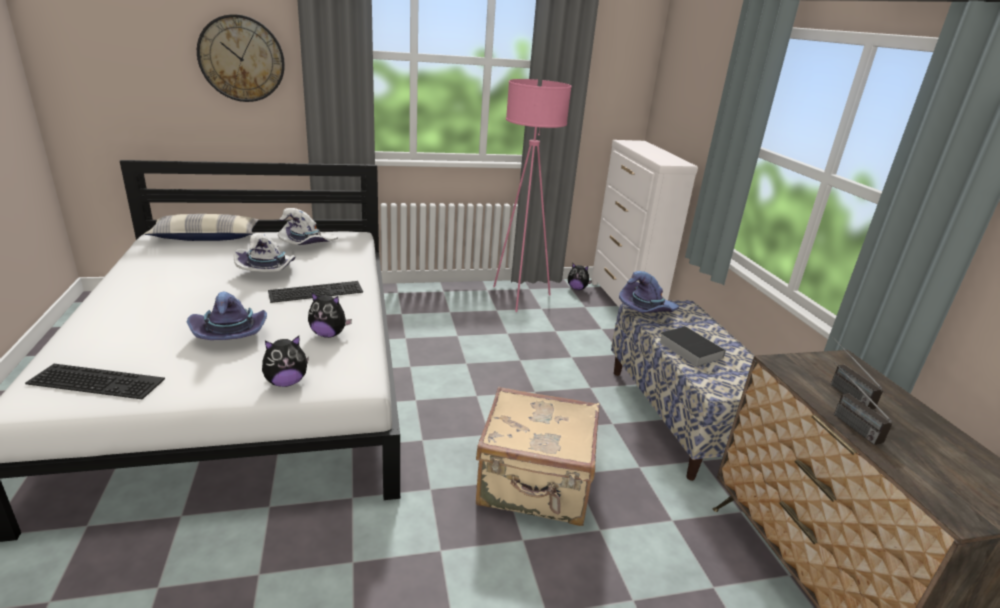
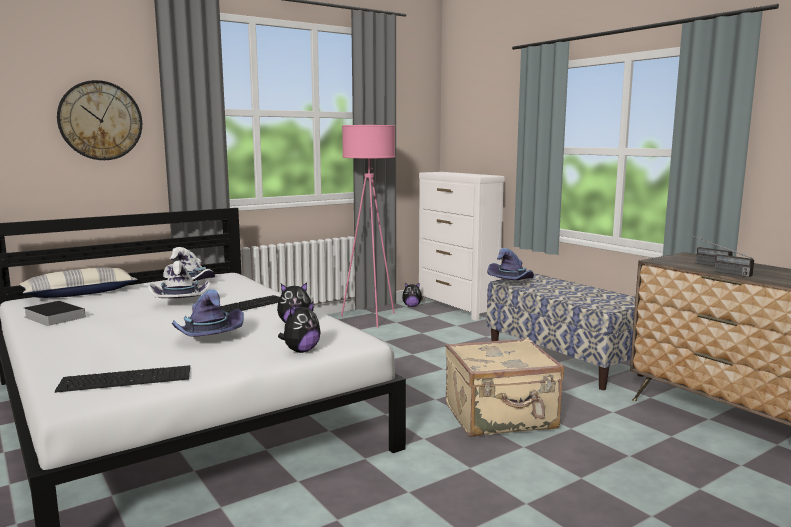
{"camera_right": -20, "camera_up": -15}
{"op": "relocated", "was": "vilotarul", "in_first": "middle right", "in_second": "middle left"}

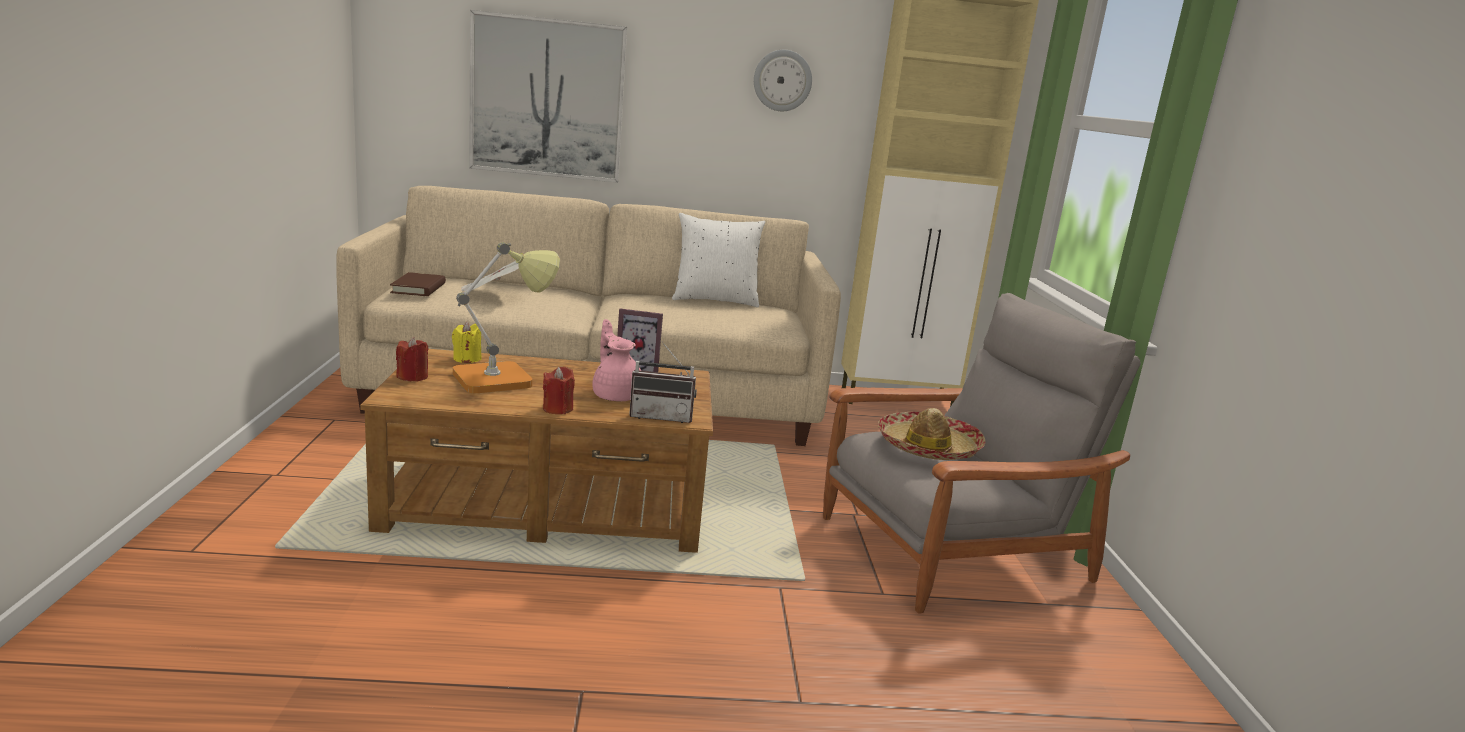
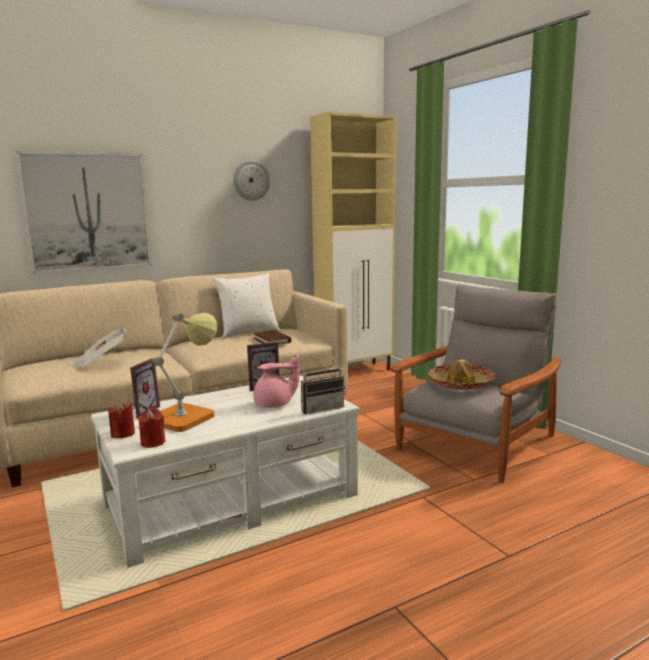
{"camera_right": -25, "camera_up": -5}
{"op": "relocated", "was": "vilotarul (brown)", "in_first": "middle left", "in_second": "centre"}
{"op": "relocated", "was": "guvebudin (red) (no. 2 from left)", "in_first": "centre", "in_second": "middle left"}
{"op": "exchanged", "was": "guvebudin (yellow)", "now": "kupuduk (no. 1 from left)", "in_first": "middle left", "in_second": "middle left"}
{"op": "colour", "was": "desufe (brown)", "now": "desufe (white)", "in_first": "centre", "in_second": "bottom centre"}
{"op": "spun", "was": "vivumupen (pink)", "in_first": "centre", "in_second": "centre", "clockwise": 135}

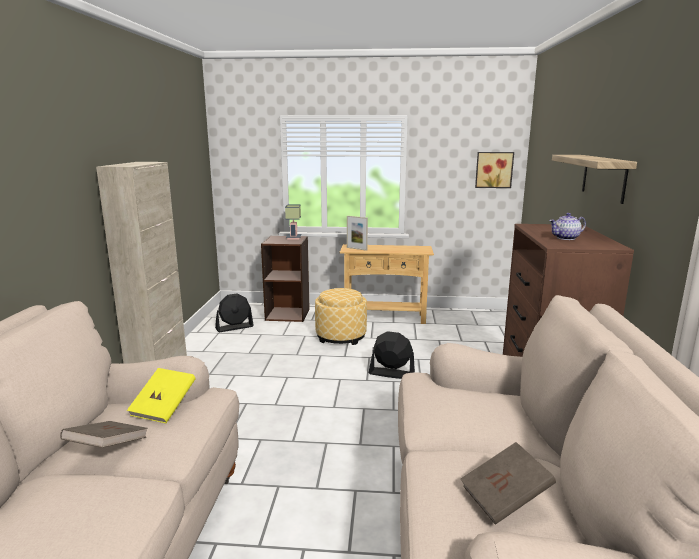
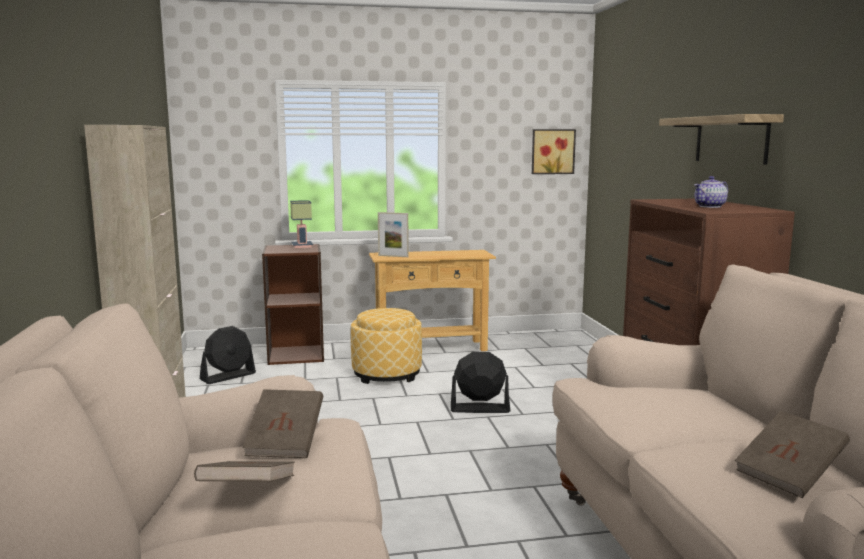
{"camera_right": -15, "camera_up": -5}
{"op": "colour", "was": "vilotarul (yellow)", "now": "vilotarul (brown) (no. 2 from left)", "in_first": "bottom left", "in_second": "bottom left"}

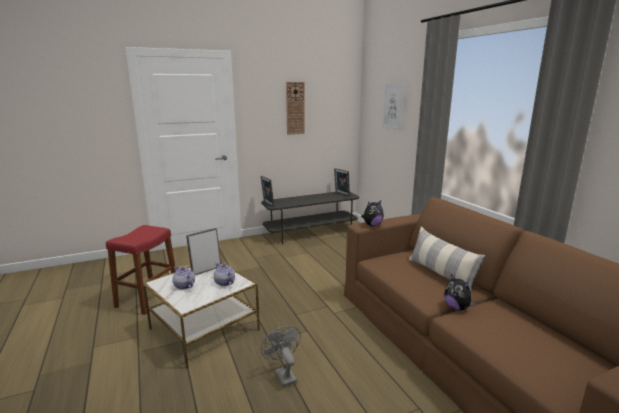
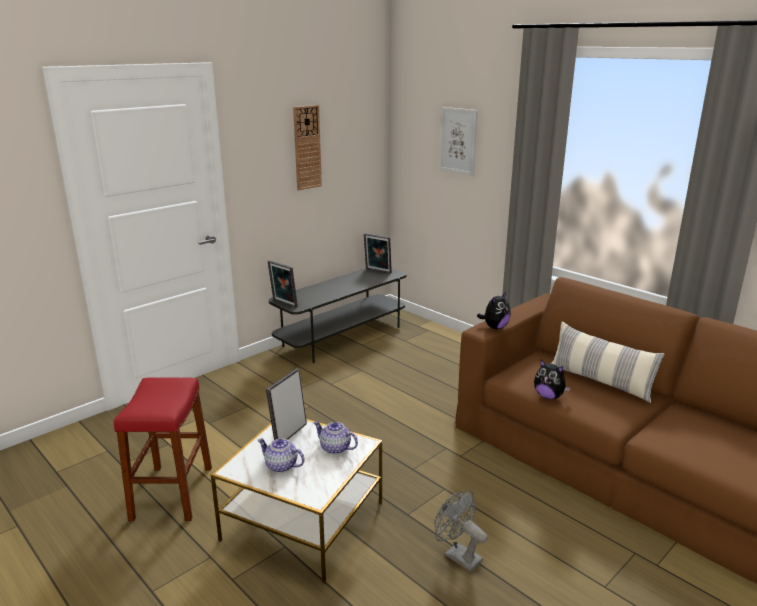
{"camera_right": -20, "camera_up": 5}
{"op": "relocated", "was": "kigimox (no. 2 from left)", "in_first": "bottom right", "in_second": "middle right"}

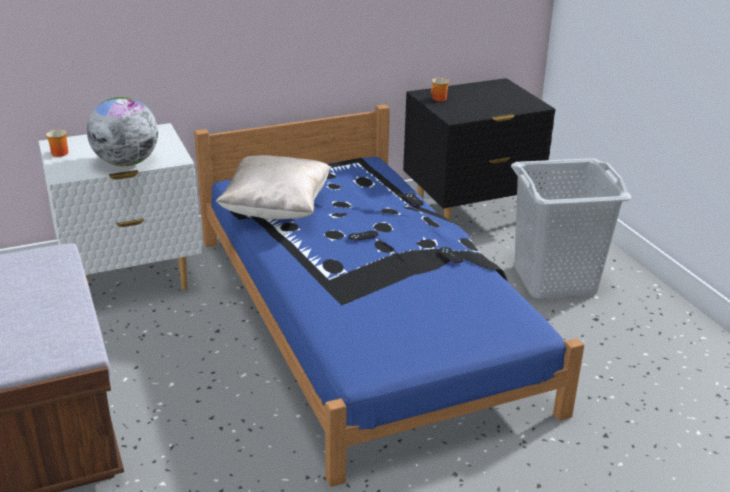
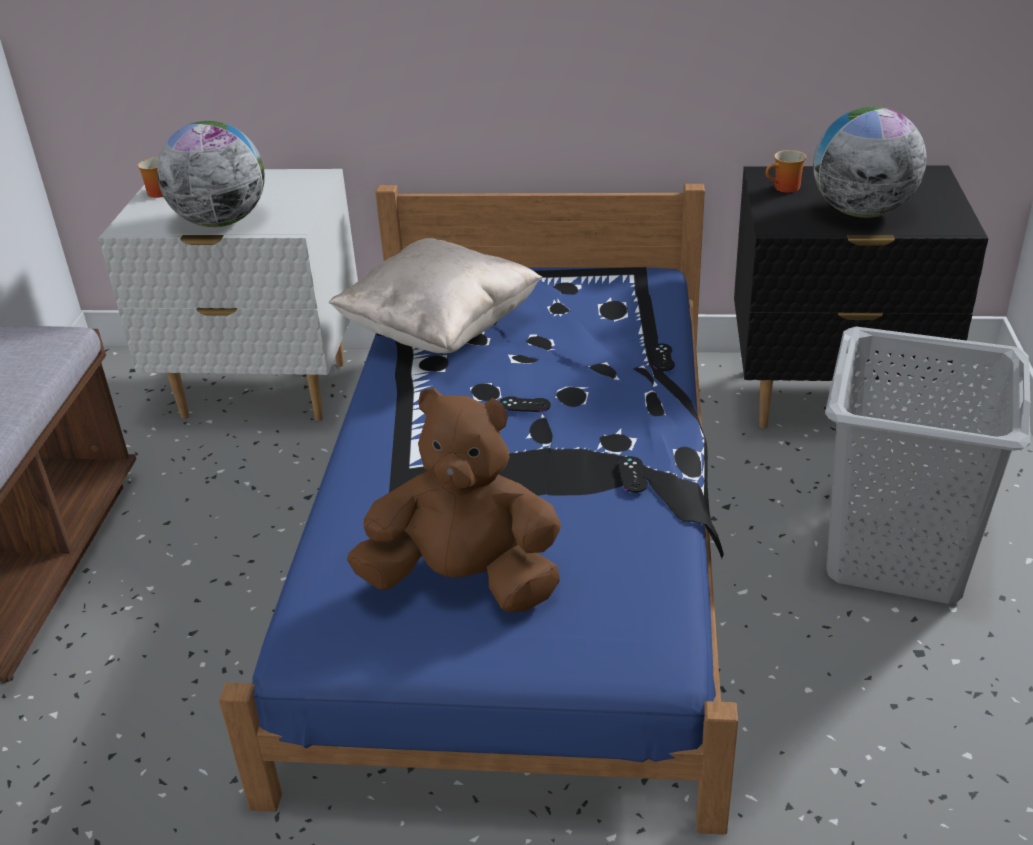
{"camera_right": 30, "camera_up": 5}
{"op": "appeared", "now": "kigimox (brown)", "in_second": "centre"}
{"op": "appeared", "now": "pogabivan (no. 2 from left)", "in_second": "top right"}

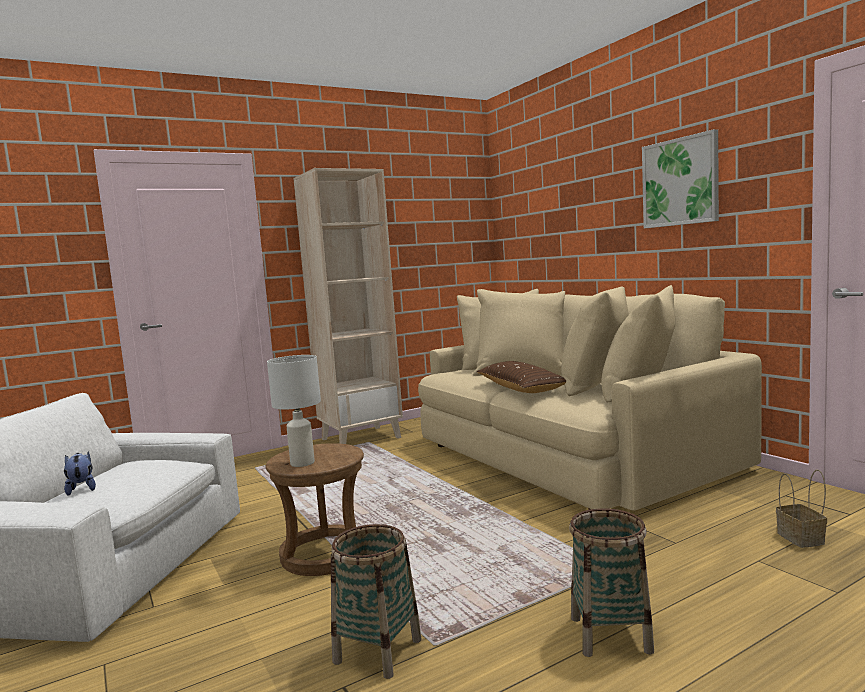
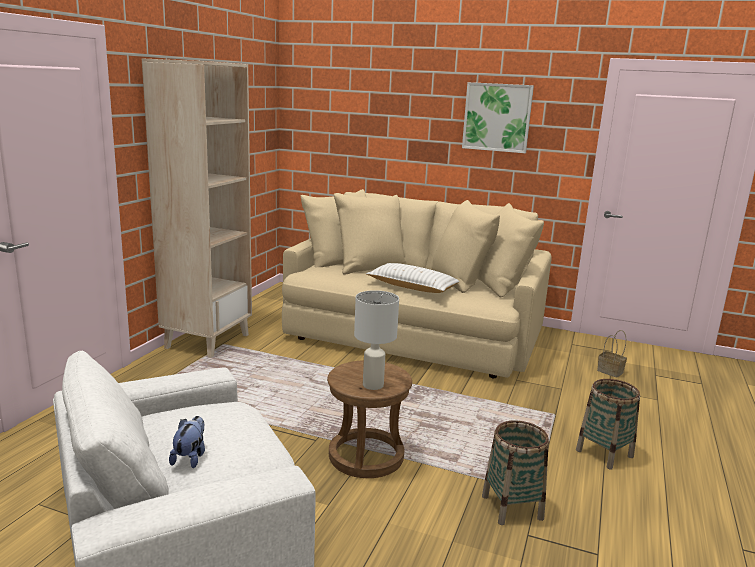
{"camera_right": -40, "camera_up": 10}
{"op": "colour", "was": "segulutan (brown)", "now": "segulutan (white)", "in_first": "centre", "in_second": "centre"}
{"op": "spun", "was": "kigimox", "in_first": "bottom left", "in_second": "bottom left", "clockwise": 75}

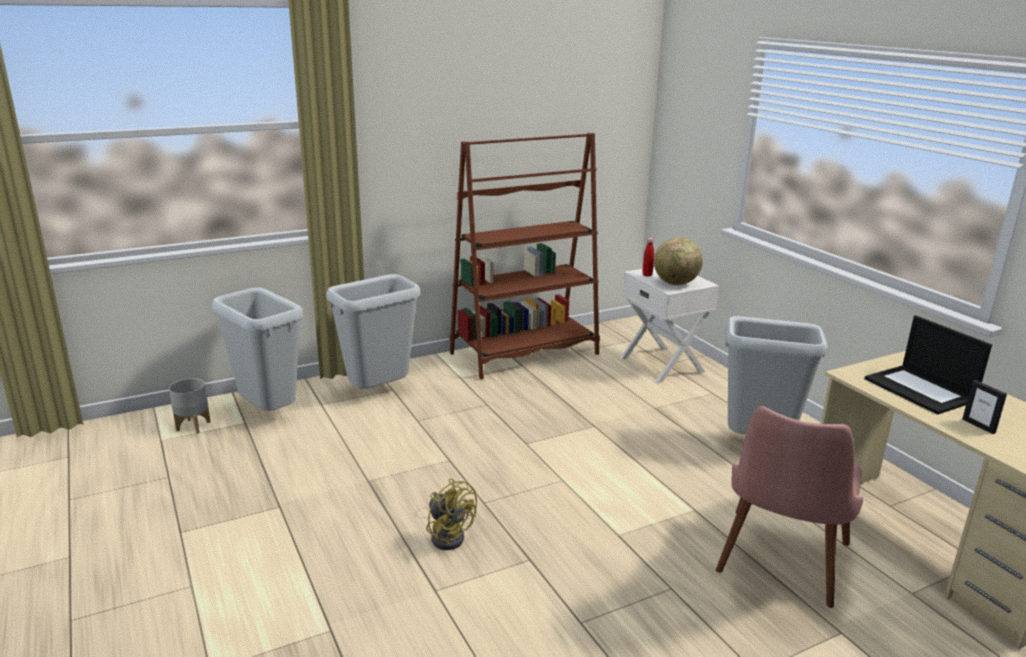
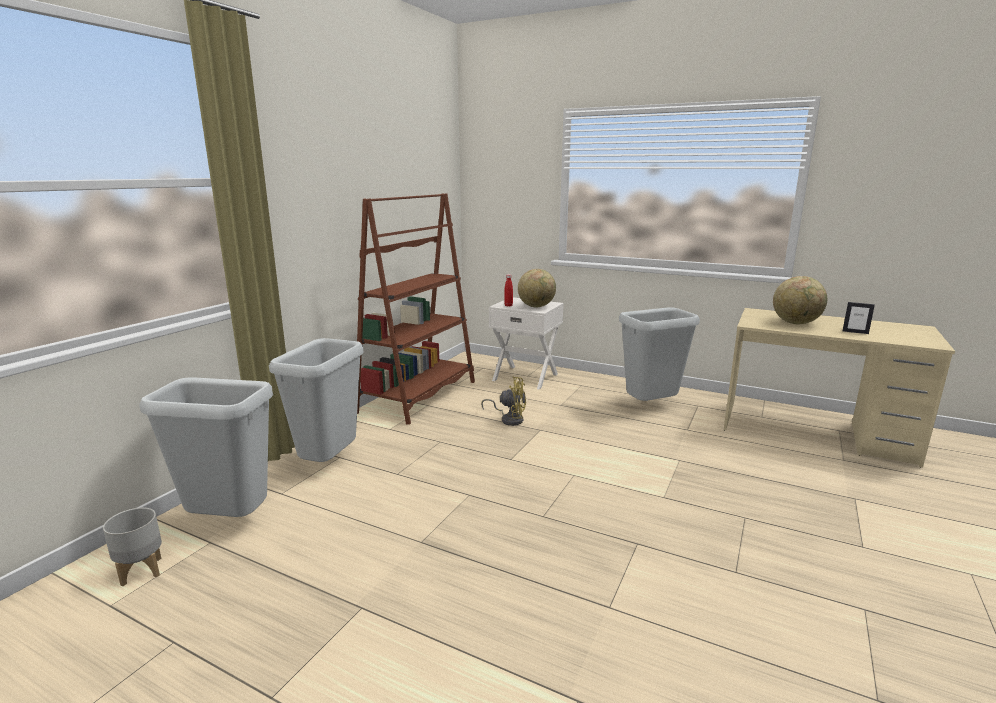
{"camera_right": -35, "camera_up": -5}
{"op": "missing", "was": "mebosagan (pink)", "in_first": "bottom right"}
{"op": "relocated", "was": "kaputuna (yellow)", "in_first": "bottom centre", "in_second": "centre"}
{"op": "exchanged", "was": "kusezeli", "now": "pogabivan (no. 2 from left)", "in_first": "middle right", "in_second": "middle right"}

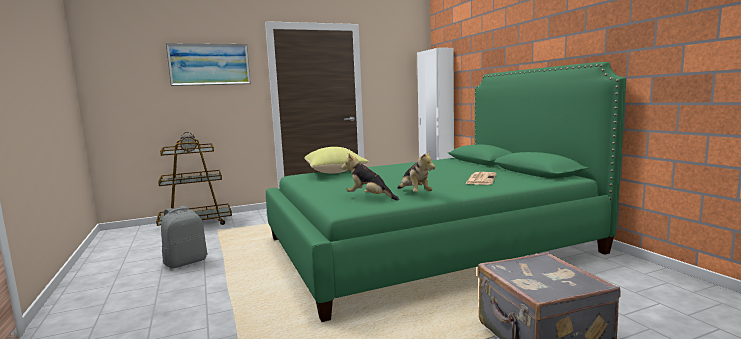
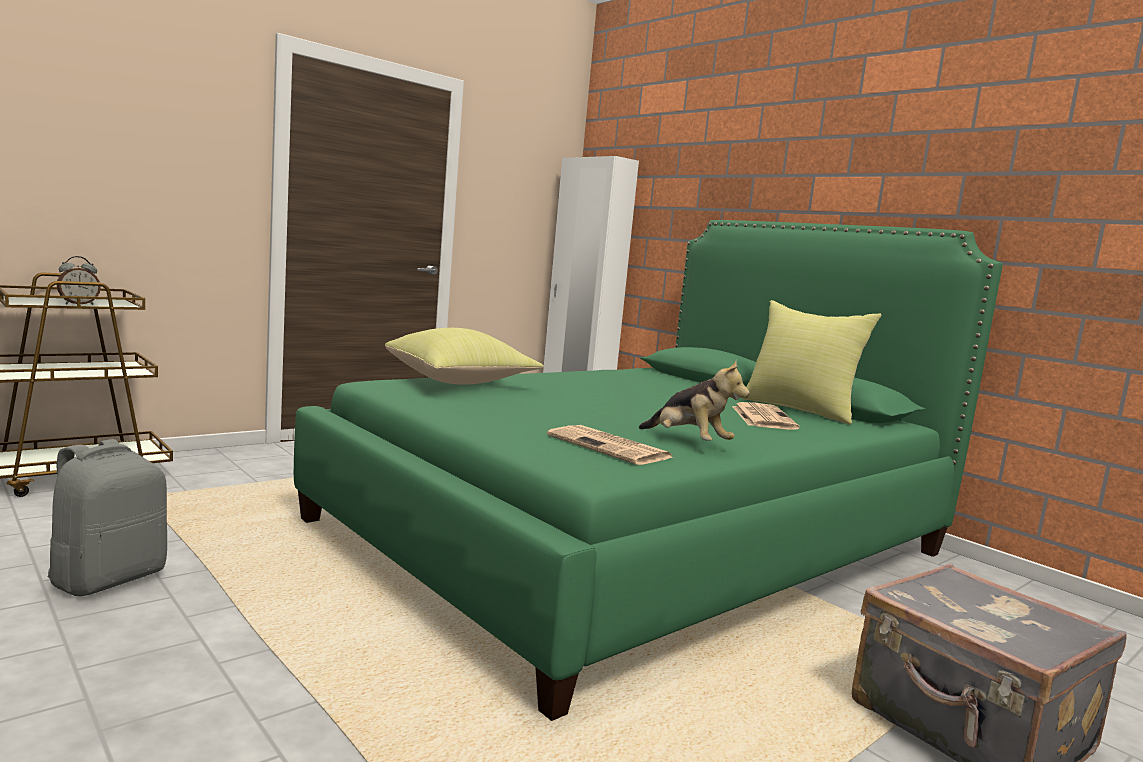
{"camera_right": -20, "camera_up": 0}
{"op": "missing", "was": "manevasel", "in_first": "top left"}
{"op": "appeared", "now": "segulutan (yellow) (no. 2 from left)", "in_second": "middle right"}
{"op": "exchanged", "was": "kigimox (no. 1 from left)", "now": "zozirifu (no. 1 from left)", "in_first": "centre", "in_second": "centre"}

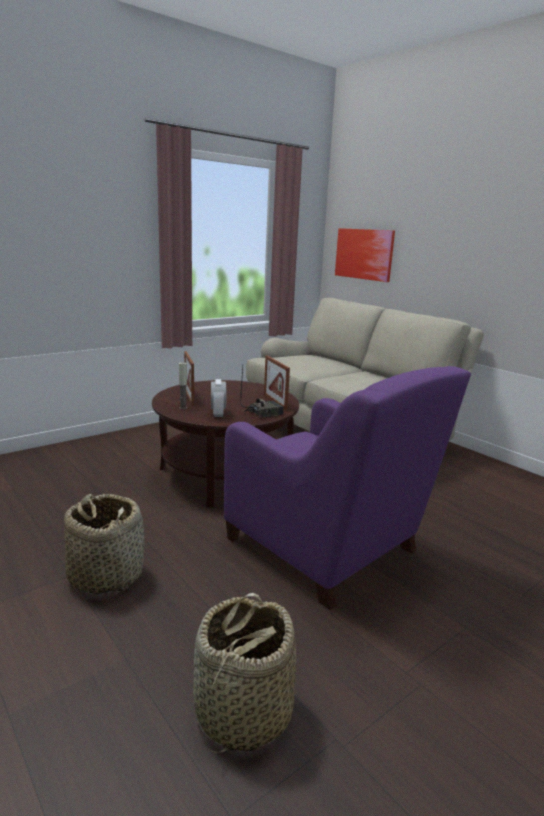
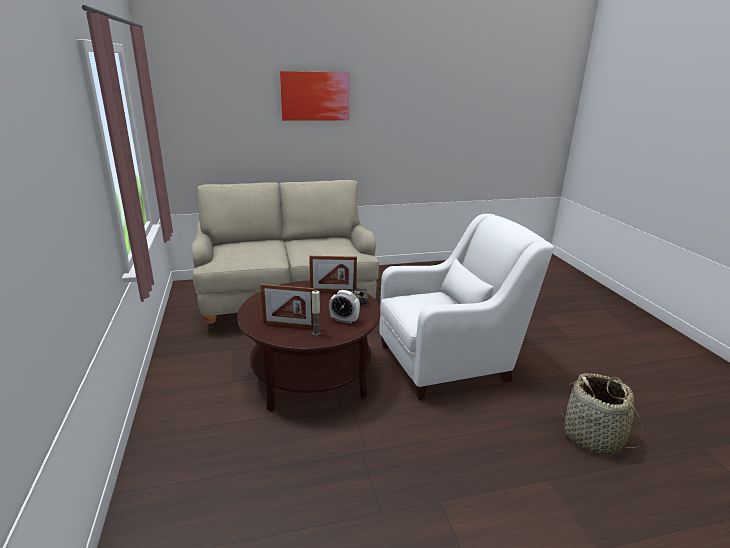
{"camera_right": -65, "camera_up": 5}
{"op": "missing", "was": "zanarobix (no. 1 from left)", "in_first": "bottom left"}
{"op": "relocated", "was": "manevasel", "in_first": "top right", "in_second": "top centre"}
{"op": "colour", "was": "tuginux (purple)", "now": "tuginux (white)", "in_first": "centre", "in_second": "centre"}

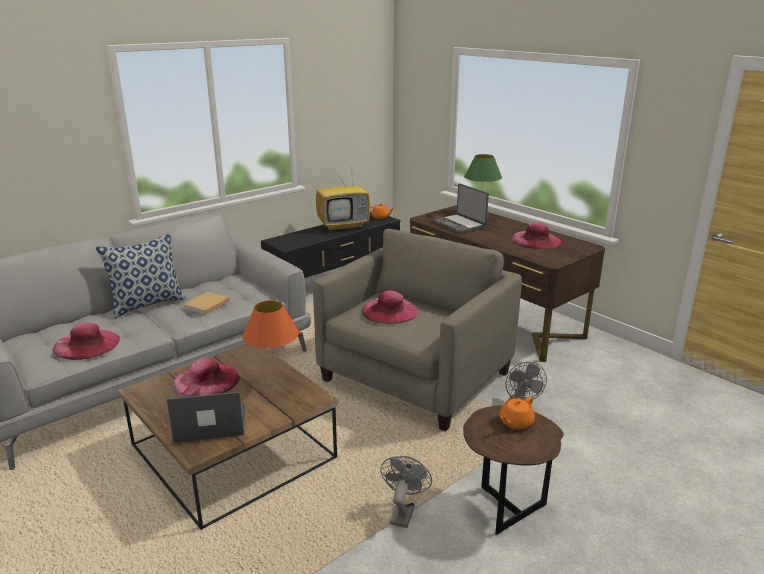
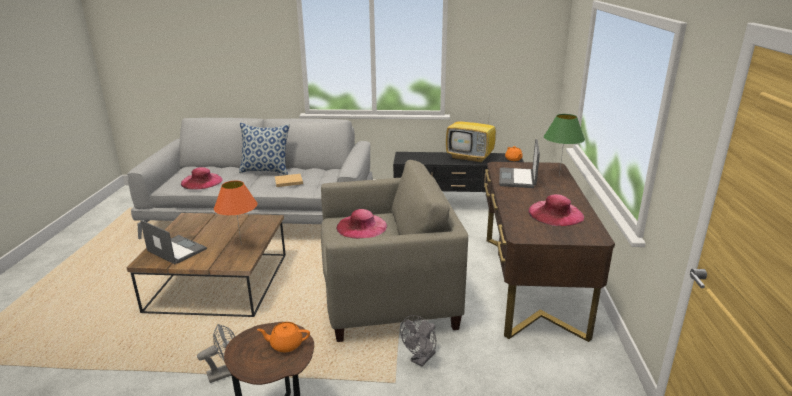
{"camera_right": 45, "camera_up": 0}
{"op": "missing", "was": "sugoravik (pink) (no. 2 from left)", "in_first": "middle left"}

